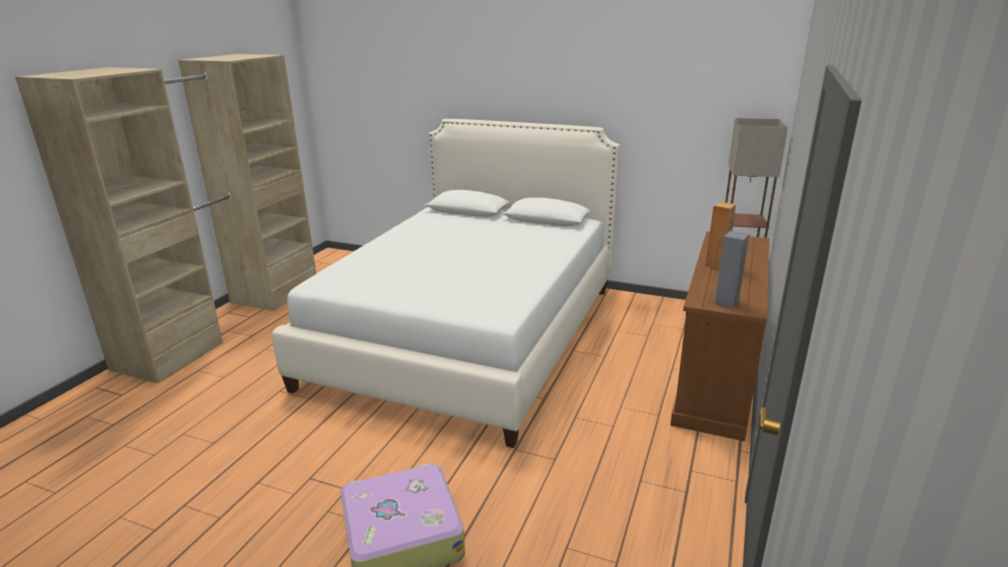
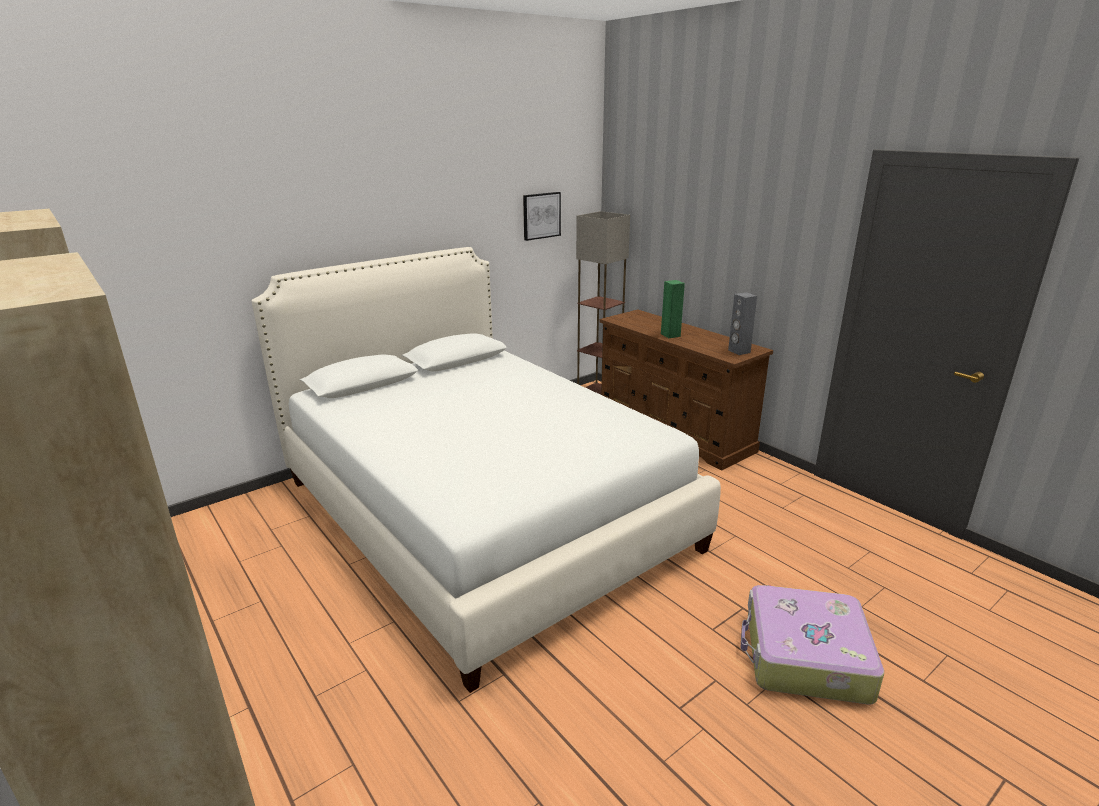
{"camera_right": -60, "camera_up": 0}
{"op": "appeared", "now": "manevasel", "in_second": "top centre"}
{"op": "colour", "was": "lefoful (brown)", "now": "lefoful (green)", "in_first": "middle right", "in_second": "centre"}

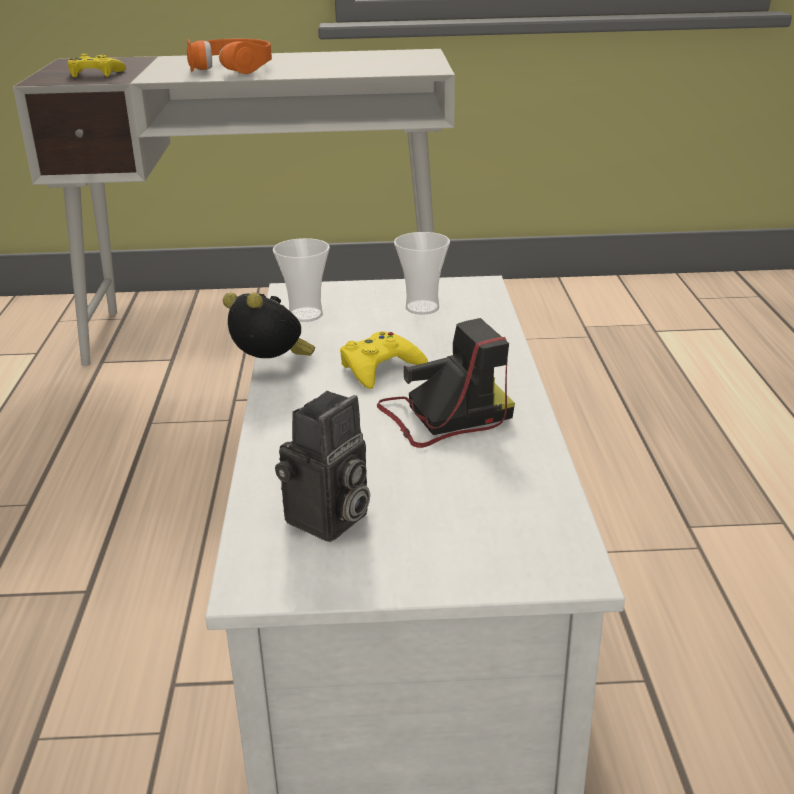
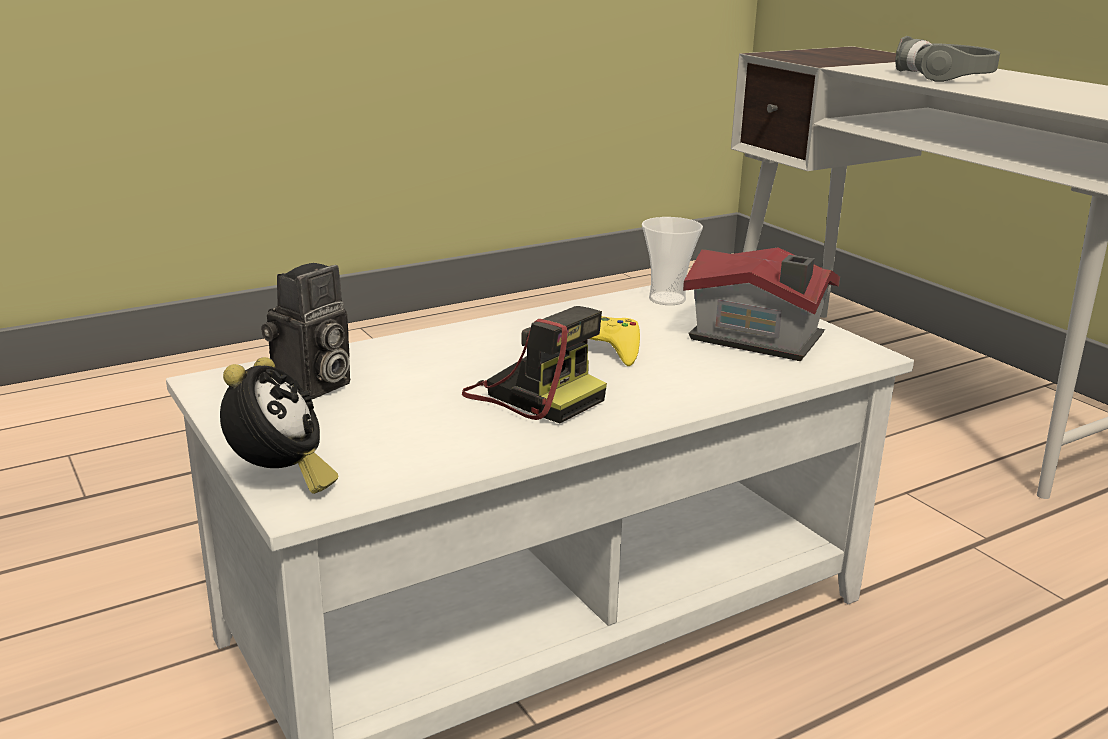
{"camera_right": 60, "camera_up": -5}
{"op": "missing", "was": "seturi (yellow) (no. 1 from left)", "in_first": "top left"}
{"op": "relocated", "was": "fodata", "in_first": "centre", "in_second": "middle left"}
{"op": "exchanged", "was": "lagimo (no. 2 from left)", "now": "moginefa", "in_first": "centre", "in_second": "middle right"}
{"op": "colour", "was": "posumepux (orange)", "now": "posumepux (grey)", "in_first": "top left", "in_second": "top right"}
{"op": "spun", "was": "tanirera (no. 1 from left)", "in_first": "centre", "in_second": "middle left", "clockwise": -60}

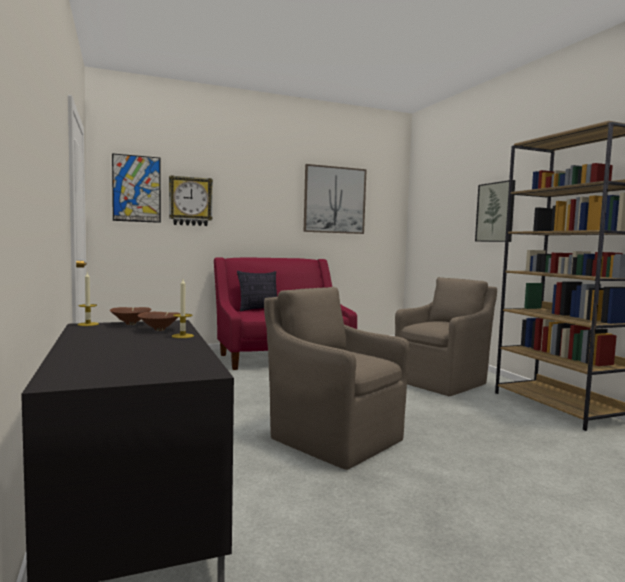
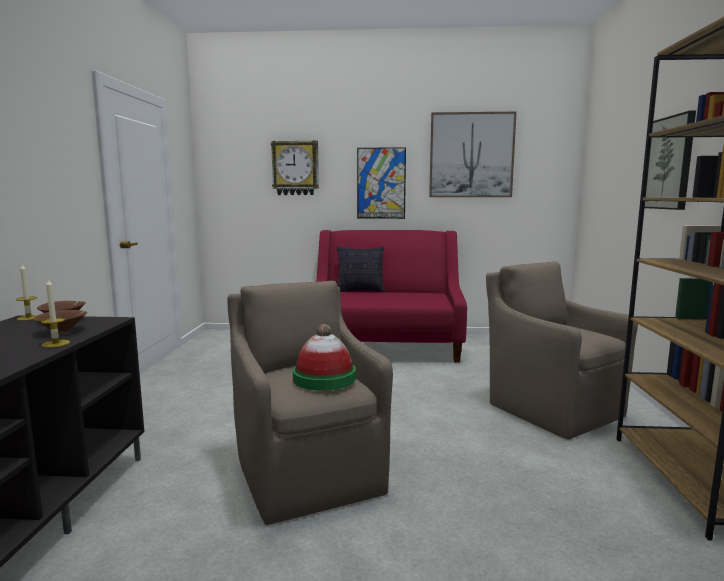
{"camera_right": 25, "camera_up": 5}
{"op": "appeared", "now": "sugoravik", "in_second": "centre"}
{"op": "relocated", "was": "manevasel (no. 1 from left)", "in_first": "top left", "in_second": "top centre"}
{"op": "spun", "was": "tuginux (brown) (no. 2 from left)", "in_first": "middle right", "in_second": "middle right", "clockwise": -105}

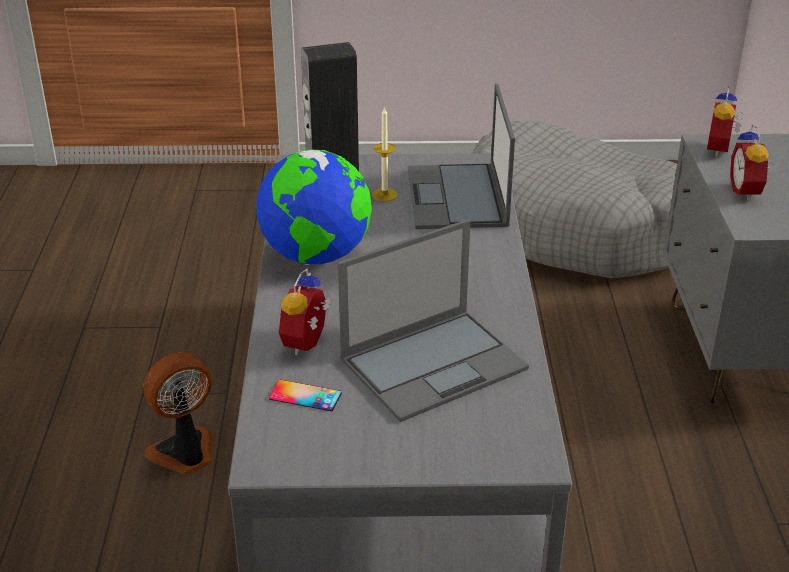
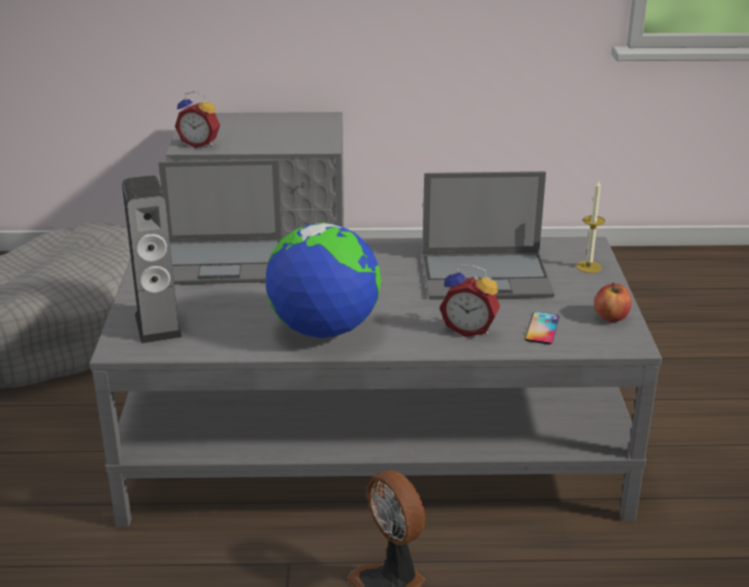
{"camera_right": -90, "camera_up": -5}
{"op": "missing", "was": "fodata (no. 3 from left)", "in_first": "top right"}
{"op": "appeared", "now": "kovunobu", "in_second": "middle right"}
{"op": "relocated", "was": "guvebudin", "in_first": "top centre", "in_second": "middle right"}
{"op": "spun", "was": "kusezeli (no. 1 from left in the first image)", "in_first": "centre", "in_second": "centre", "clockwise": 120}

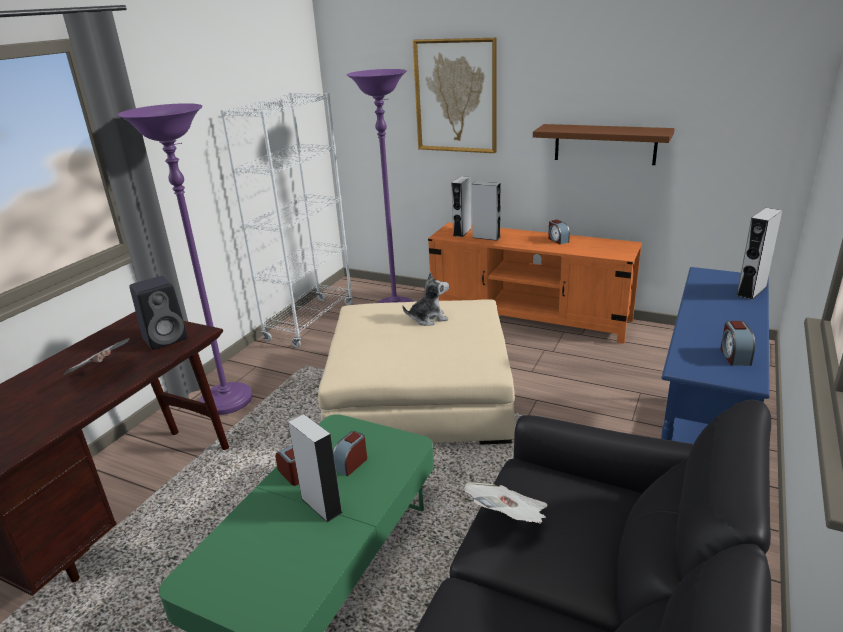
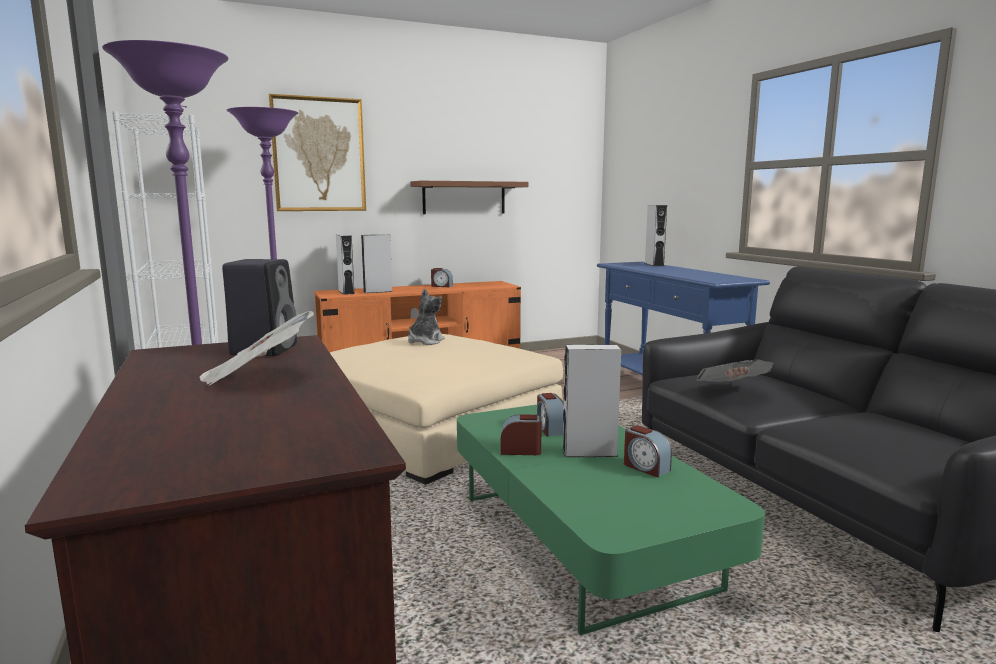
{"camera_right": -50, "camera_up": -15}
{"op": "relocated", "was": "fodata (no. 4 from left)", "in_first": "middle right", "in_second": "bottom centre"}

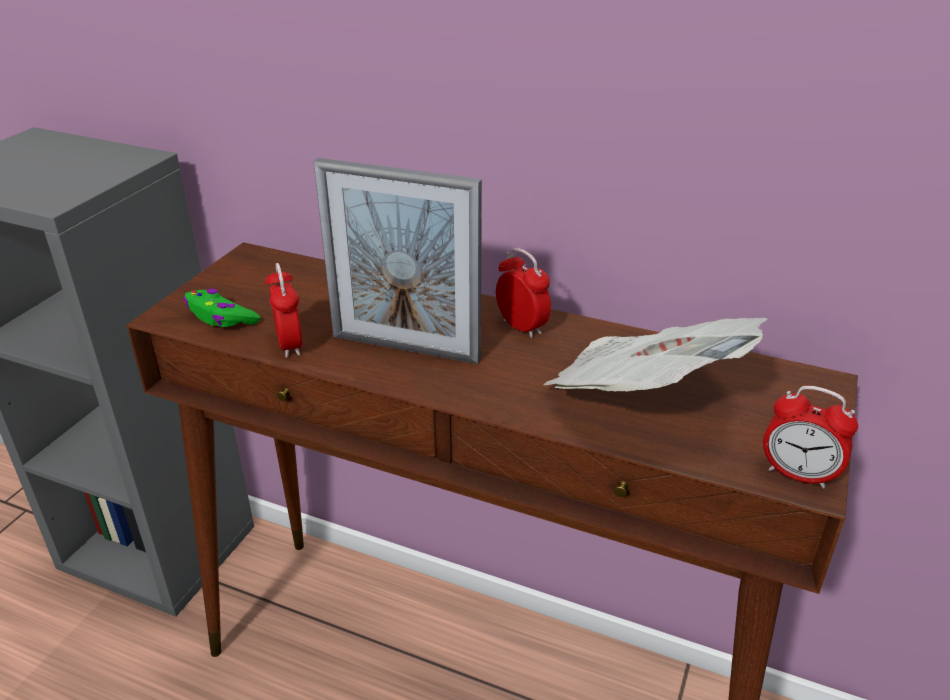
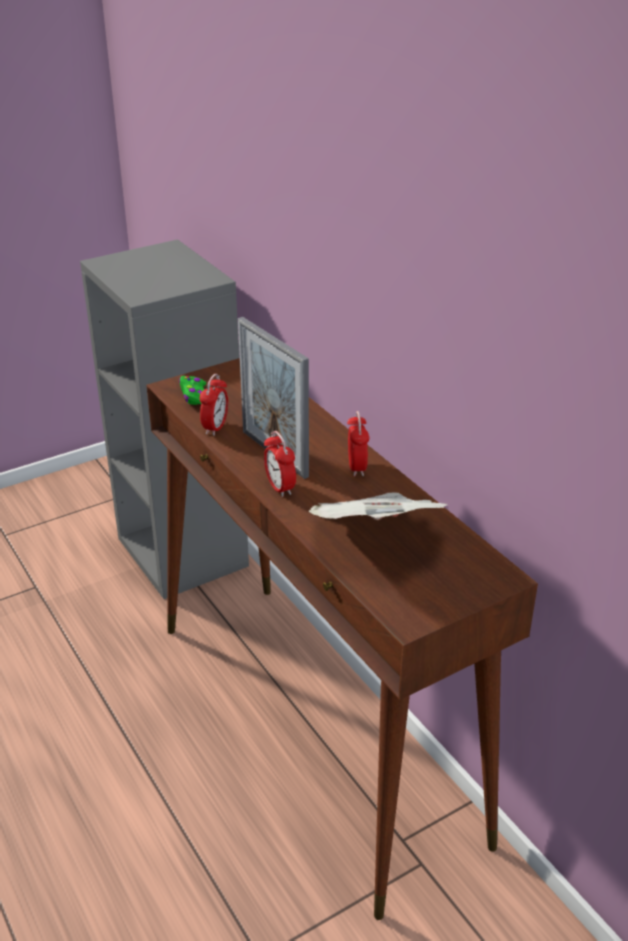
{"camera_right": 35, "camera_up": 0}
{"op": "relocated", "was": "fodata (no. 3 from left in the first image)", "now": "fodata (no. 2 from left)", "in_first": "middle right", "in_second": "centre"}

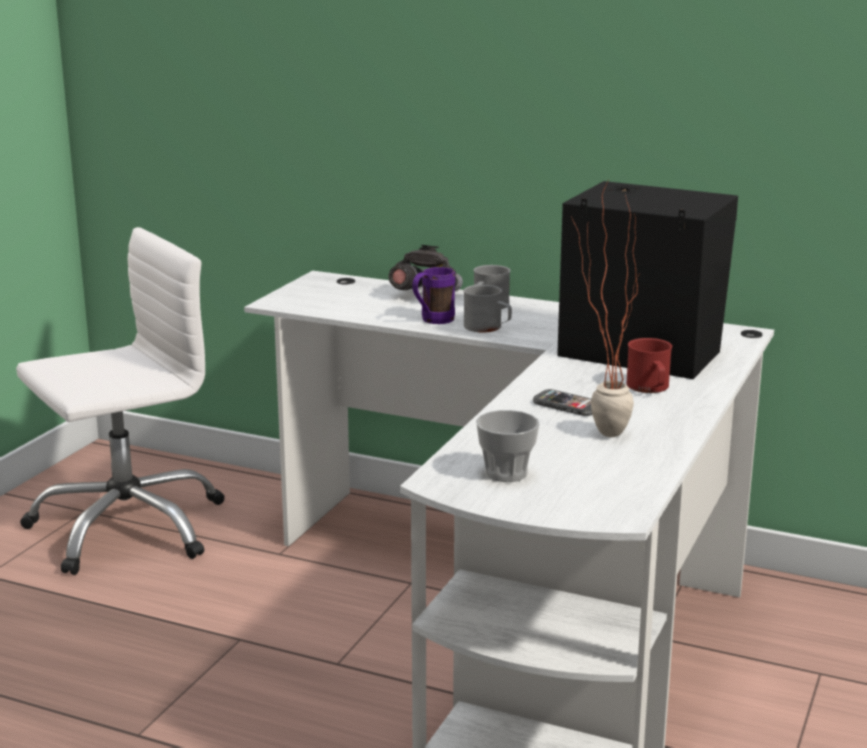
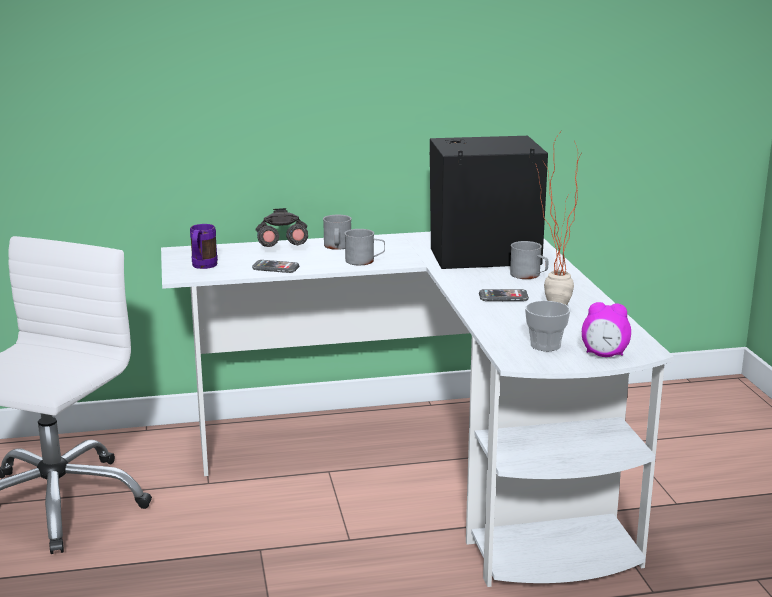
{"camera_right": -35, "camera_up": 0}
{"op": "appeared", "now": "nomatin (no. 1 from left)", "in_second": "centre"}
{"op": "appeared", "now": "fodata", "in_second": "middle right"}
{"op": "relocated", "was": "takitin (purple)", "in_first": "centre", "in_second": "middle left"}
{"op": "colour", "was": "takitin (red)", "now": "takitin (grey) (no. 3 from left)", "in_first": "middle right", "in_second": "middle right"}

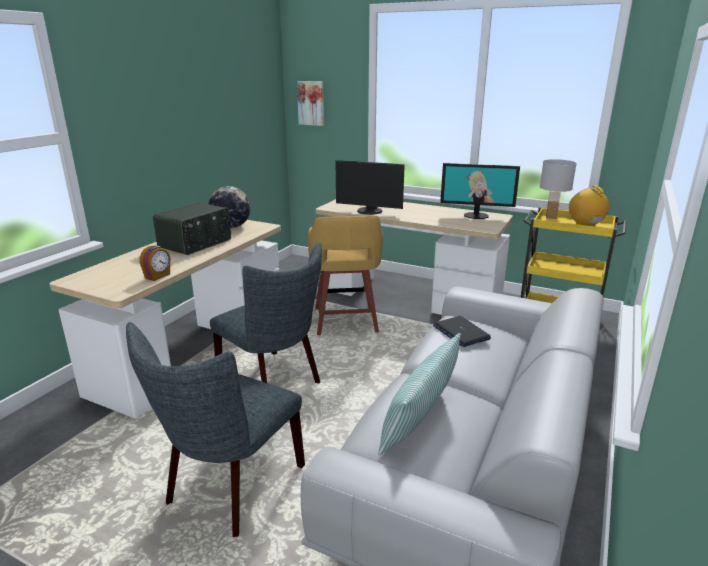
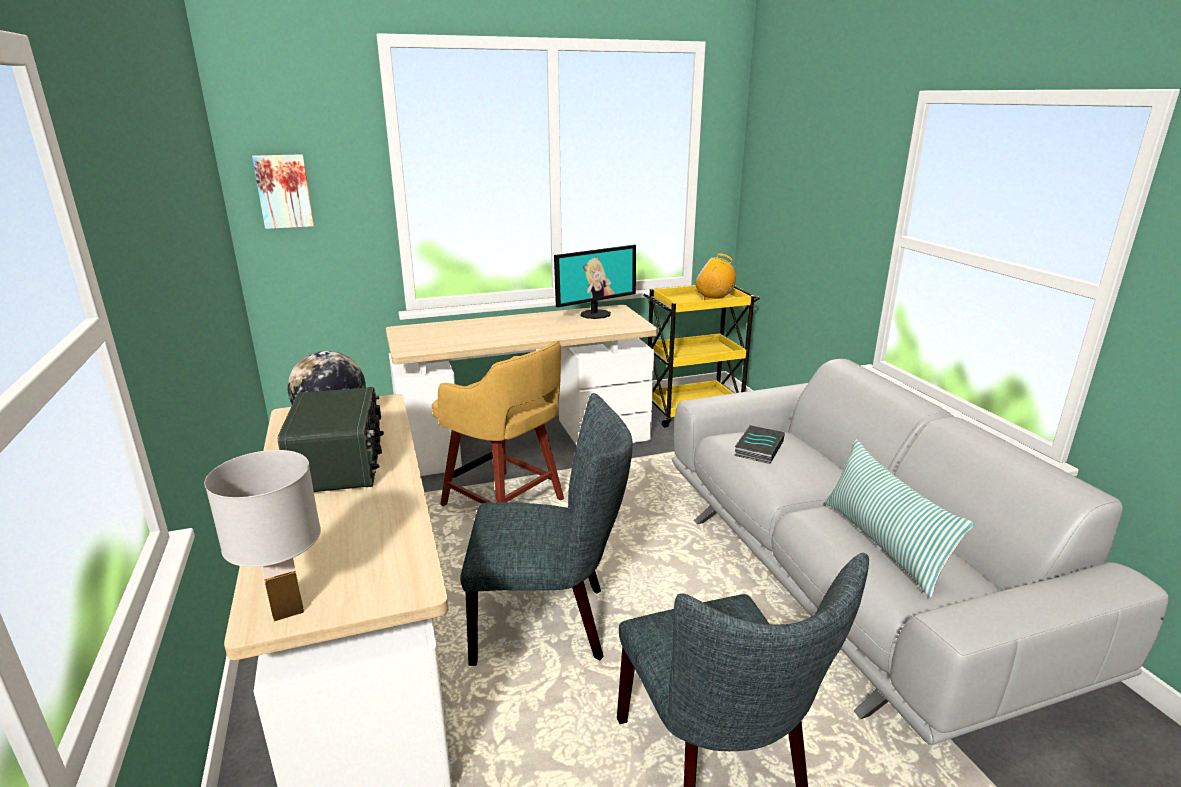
{"camera_right": -45, "camera_up": 0}
{"op": "missing", "was": "fodata", "in_first": "middle left"}
{"op": "missing", "was": "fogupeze (no. 1 from left)", "in_first": "top centre"}
{"op": "relocated", "was": "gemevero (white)", "in_first": "middle right", "in_second": "bottom left"}
{"op": "exchanged", "was": "kusezeli", "now": "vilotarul", "in_first": "centre", "in_second": "centre"}

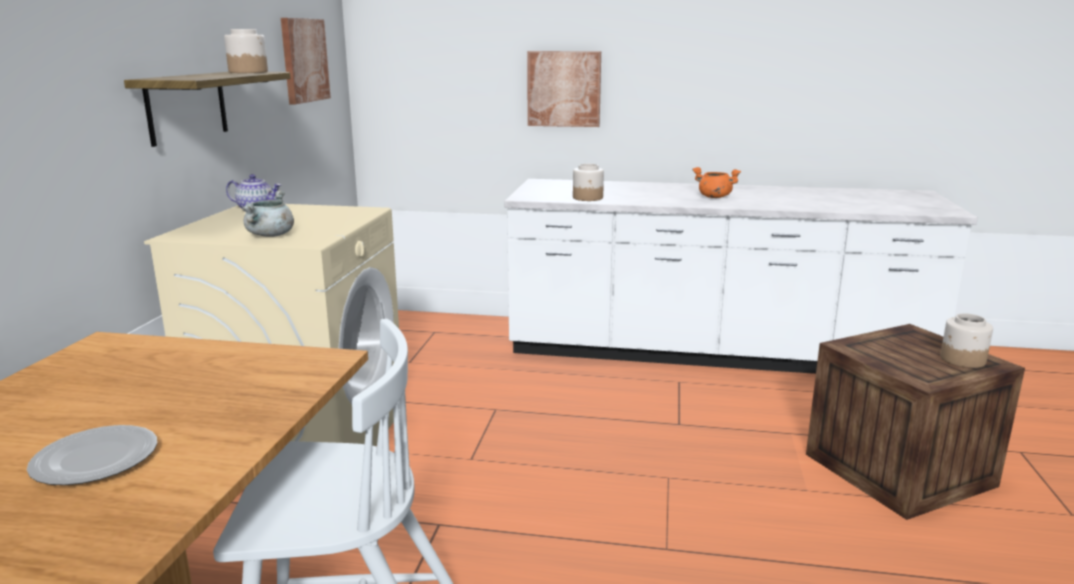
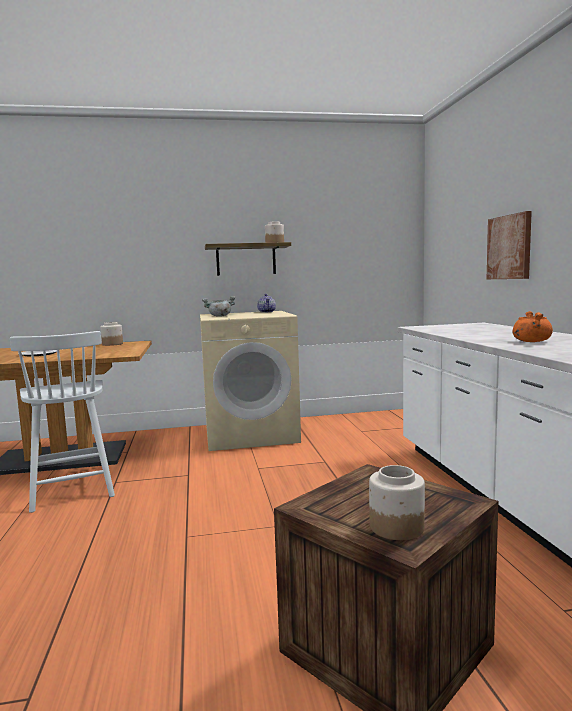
{"camera_right": 70, "camera_up": -10}
{"op": "missing", "was": "manevasel (no. 1 from left)", "in_first": "top left"}
{"op": "relocated", "was": "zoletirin (no. 2 from left in the first image)", "now": "zoletirin (no. 1 from left)", "in_first": "top centre", "in_second": "middle left"}

